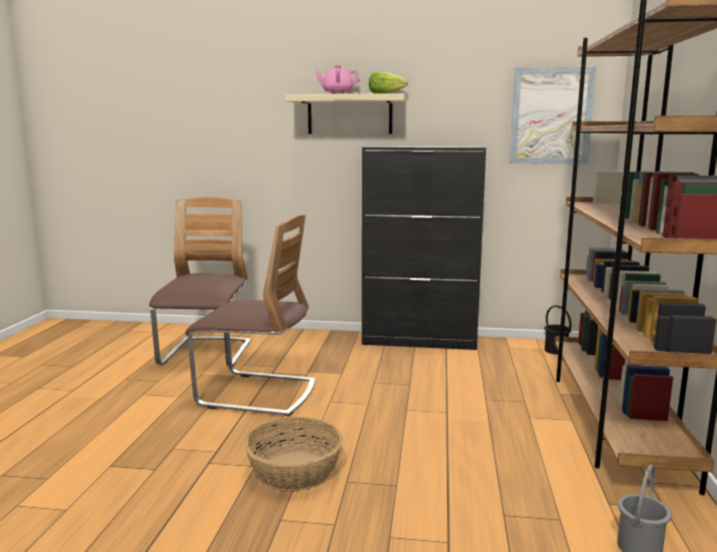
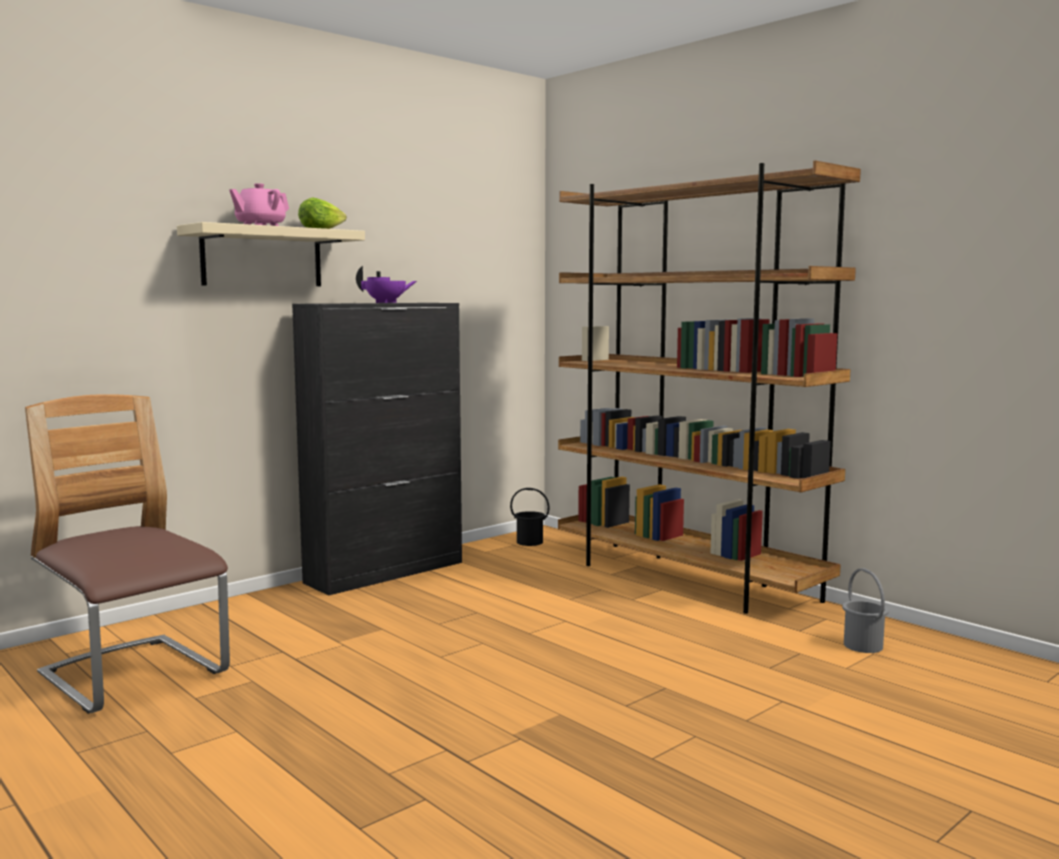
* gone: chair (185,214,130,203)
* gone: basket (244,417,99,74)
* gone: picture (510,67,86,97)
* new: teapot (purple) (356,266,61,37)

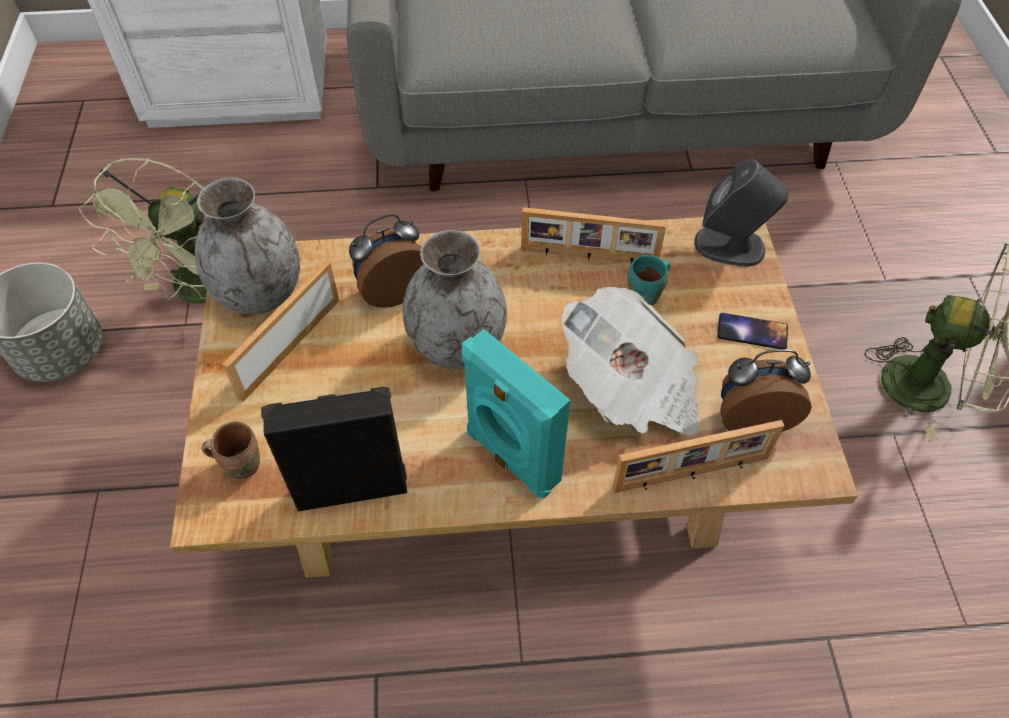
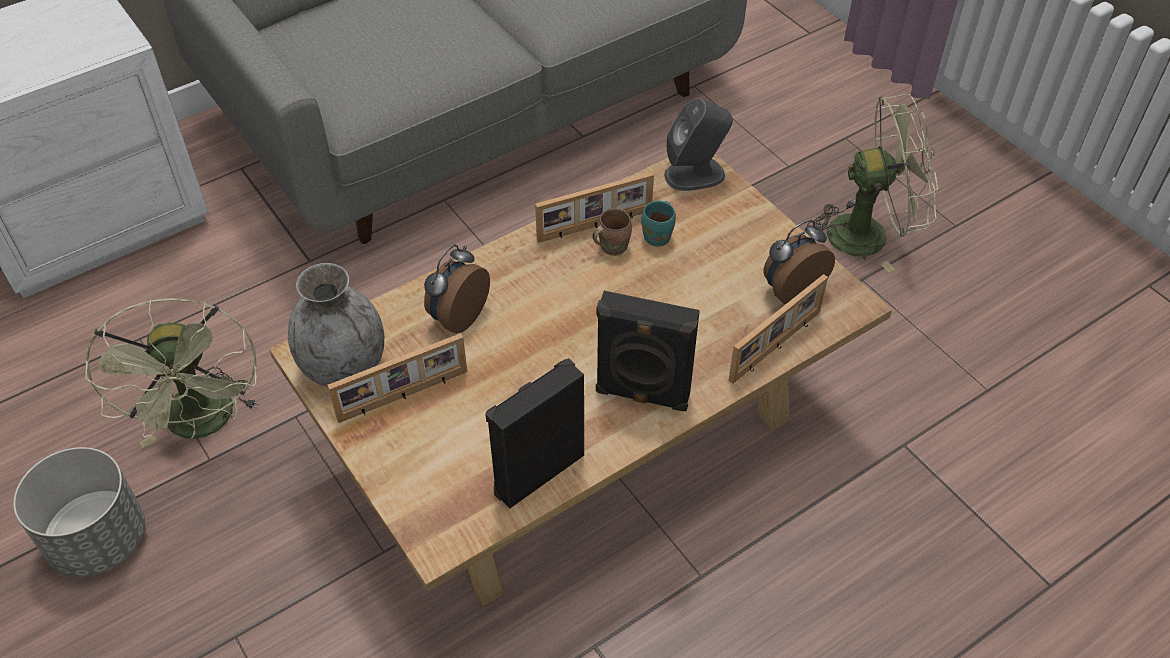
* gone: vase (grey) (402,230,105,139)
* gone: newspaper (561,287,138,149)
* gone: phone (717,313,71,36)
* shifted: mug (brown) (202,422,58,58) to (593,208,39,48)
* repainted: speaker (turquoise) (462,329,108,170) to speaker (black) (596,291,104,120)
* rotated: picture frame (222,260,118,142) = (327,333,140,90) 120 degrees counterclockwise

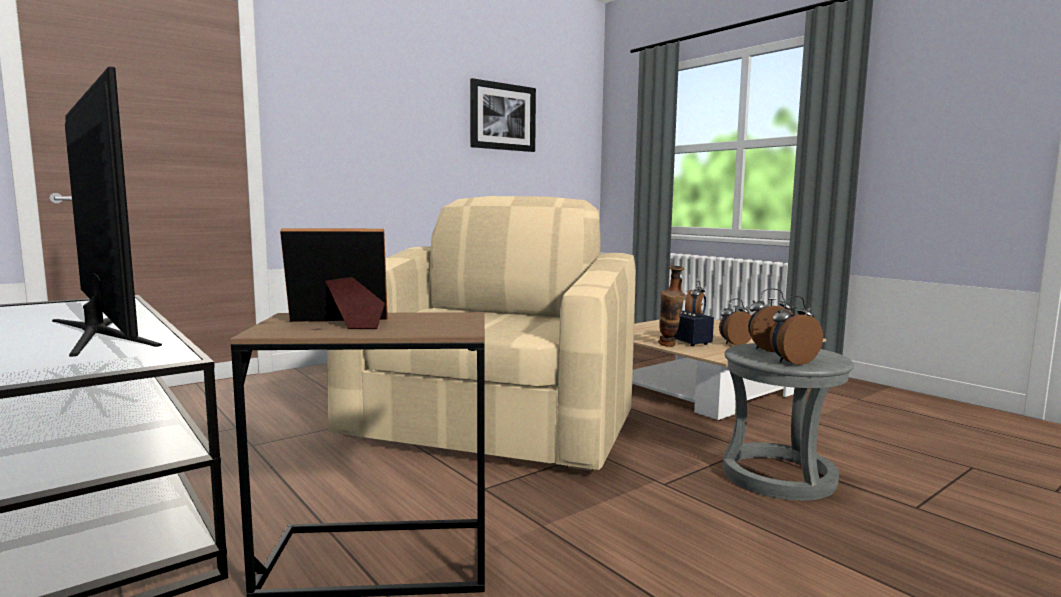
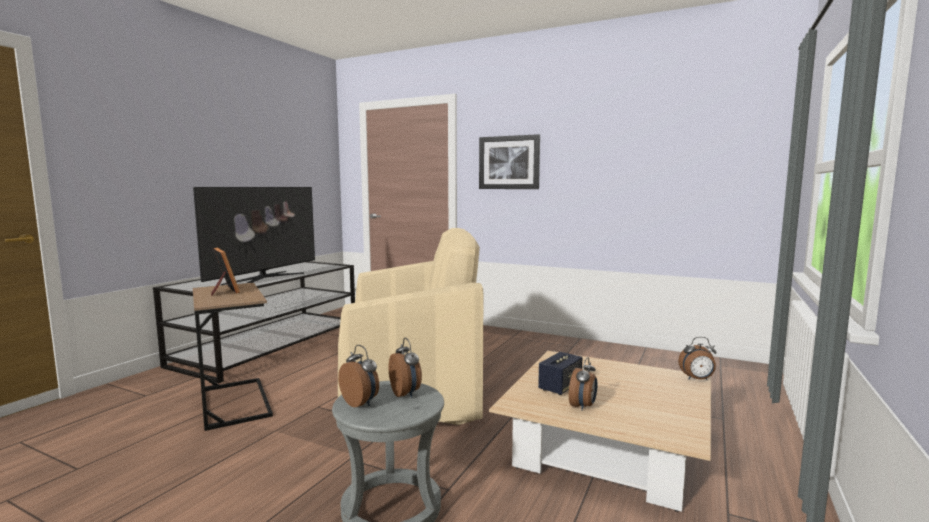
* gone: vase (658,266,27,81)
* shifted: picture (470,78,66,74) to (479,134,61,55)
* rotated: alarm clock (719,298,32,47) = (569,357,28,54) 75 degrees clockwise

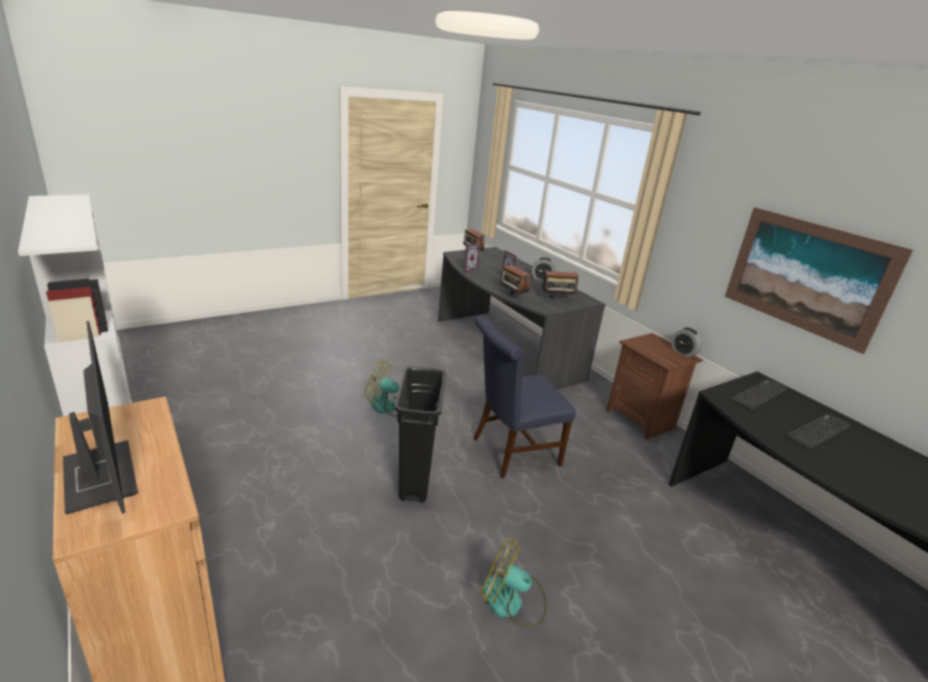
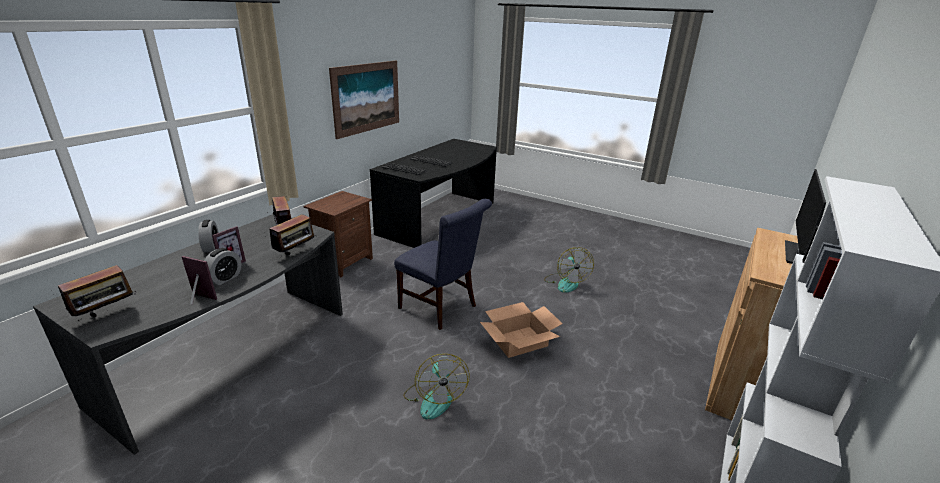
* shifted: alarm clock (671,327,32,30) to (204,248,37,37)
* swapped: trash can (black) (395,366,51,137) to cardboard box (480,302,82,56)

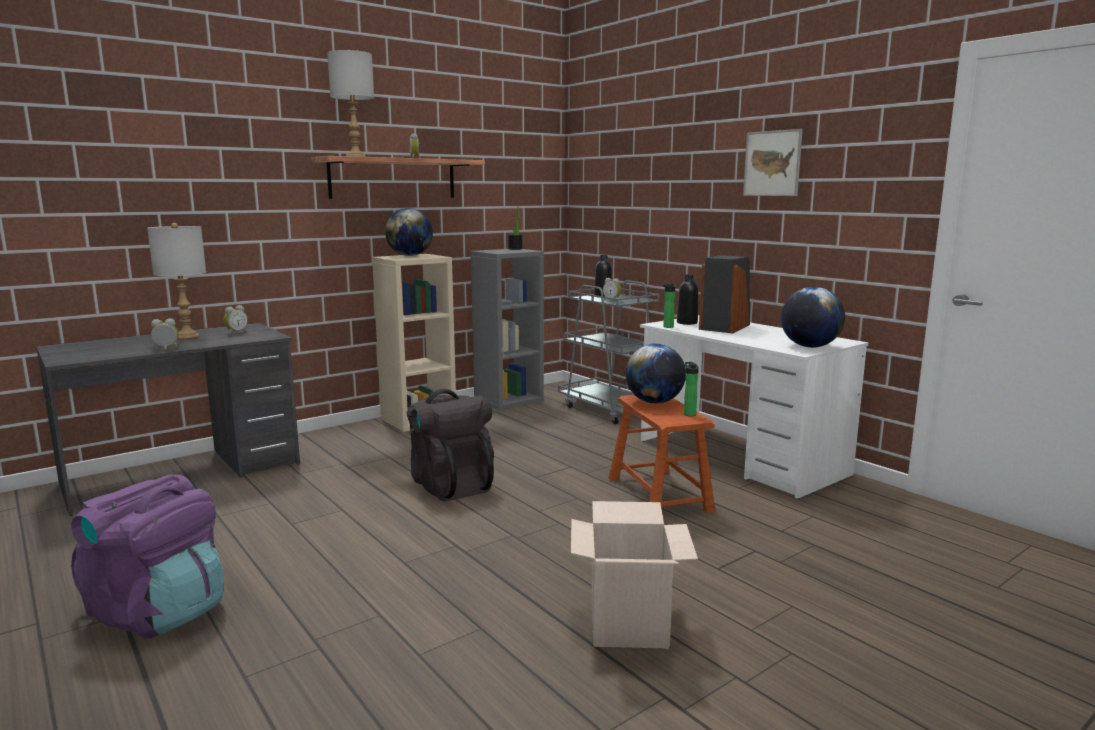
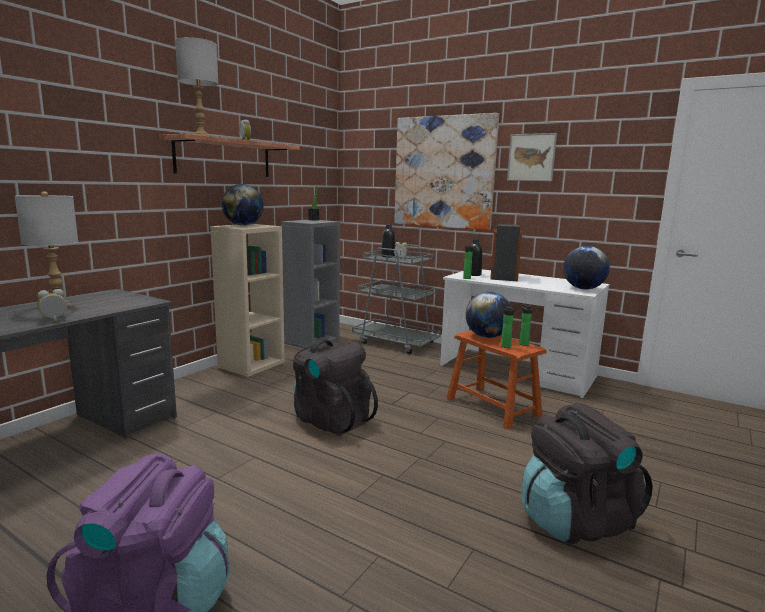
* gone: alarm clock (224,305,24,30)
* new: picture (394,113,105,118)
* new: bottle (501,306,15,42)
* swapped: cardboard box (571,501,127,148) to backpack (black) (521,403,132,141)

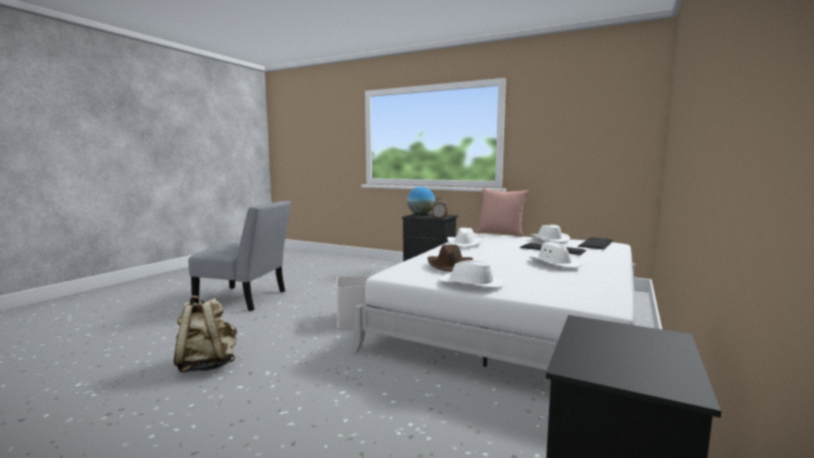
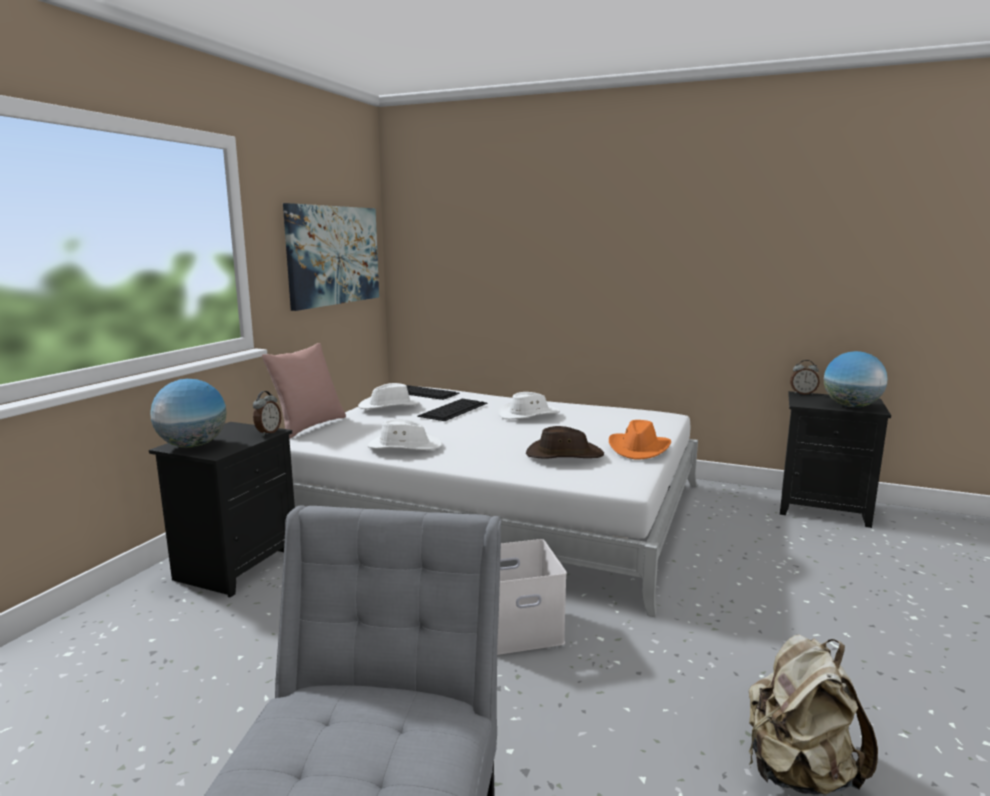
* new: picture (283,203,96,108)
* new: alarm clock (790,360,30,35)
* new: globe (824,351,64,57)
* repainted: hat (white) (439,260,64,28) to hat (orange) (609,420,62,39)

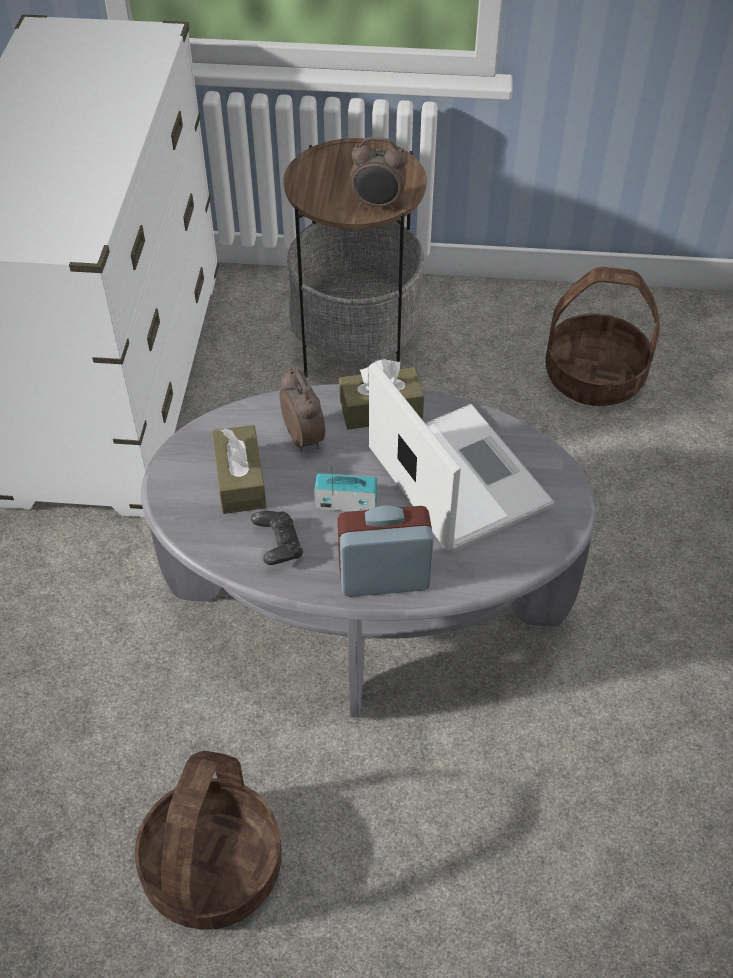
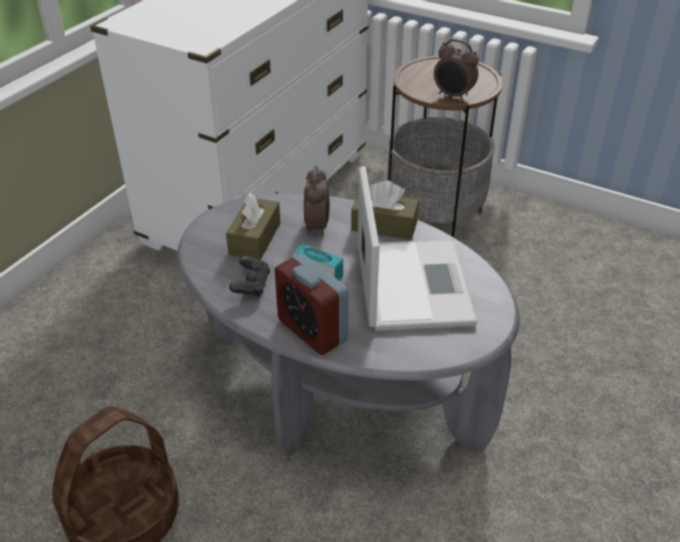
* gone: basket (545,267,115,139)
* rotated: alarm clock (338,505,96,92) = (275,254,73,101) 150 degrees counterclockwise

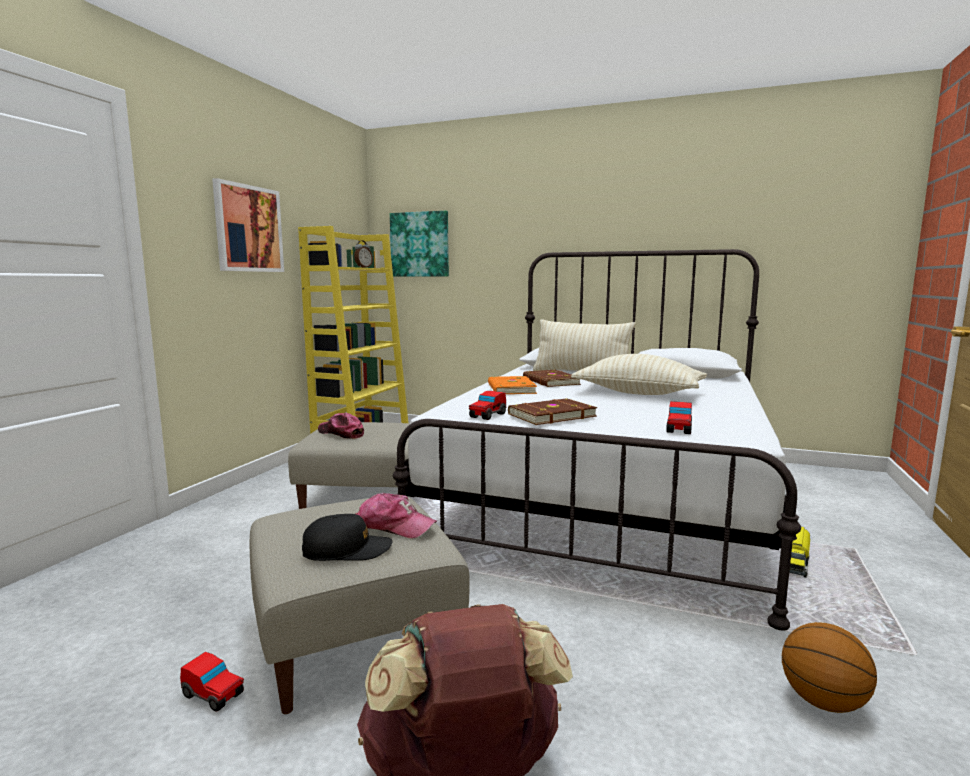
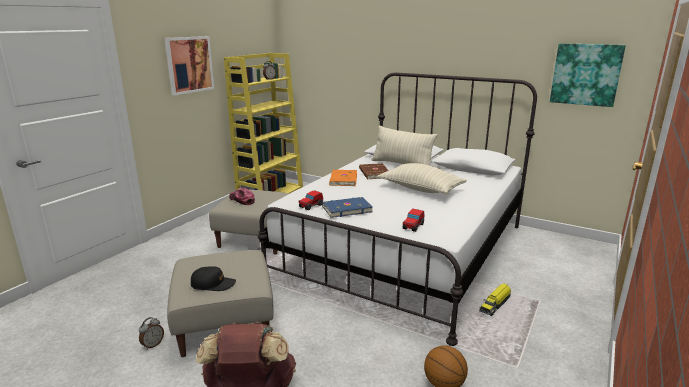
* gone: cap (356,493,81,45)
* shifted: picture (390,211,59,66) to (550,43,76,64)
* swapped: toy car (180,652,64,60) to alarm clock (139,317,25,33)
* repainted: book (brown) (508,398,89,27) to book (blue) (322,197,51,21)

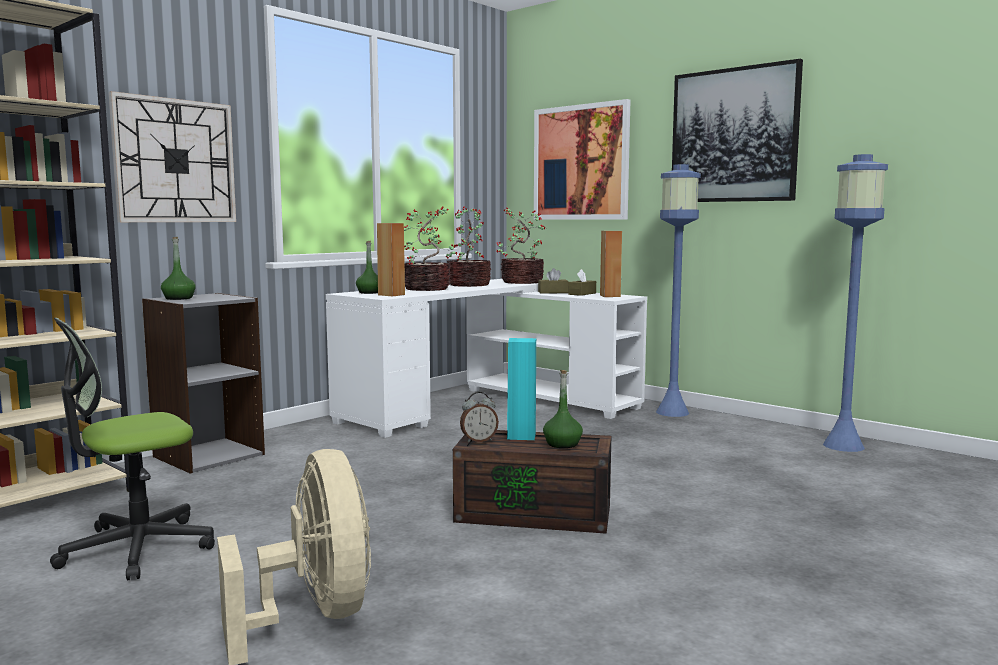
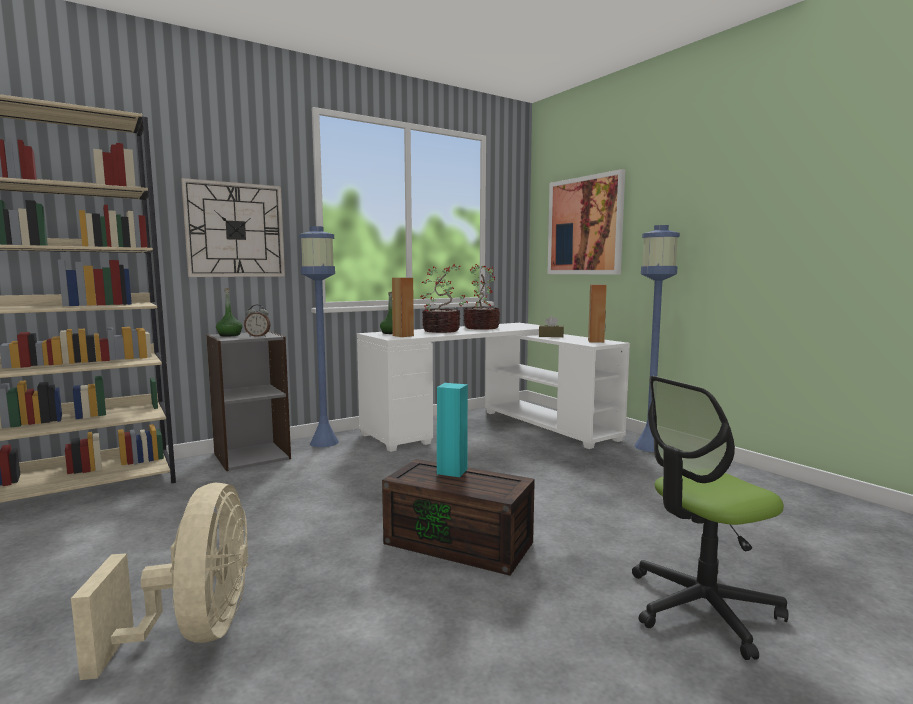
* gone: potted plant (496,208,50,76)
* gone: bottle (green) (543,370,40,78)
* gone: tissue box (brown) (568,269,28,27)
* gone: picture (672,59,131,143)
* shifted: office chair (50,318,165,262) to (632,376,156,284)
* shifted: alarm clock (460,392,39,51) to (244,305,27,32)
* shifted: floor lamp (blue) (823,154,65,298) to (299,226,40,221)

